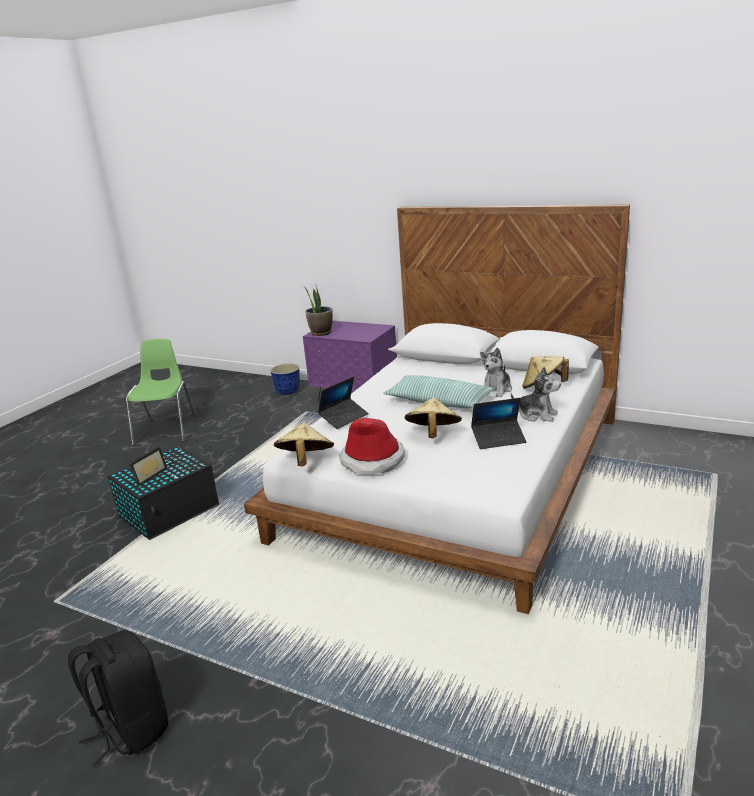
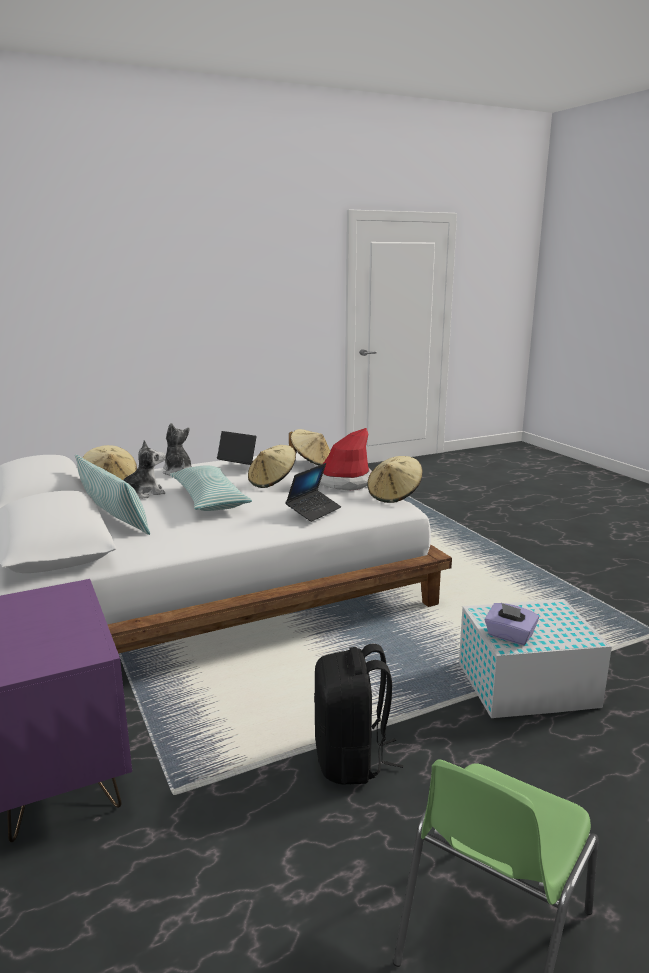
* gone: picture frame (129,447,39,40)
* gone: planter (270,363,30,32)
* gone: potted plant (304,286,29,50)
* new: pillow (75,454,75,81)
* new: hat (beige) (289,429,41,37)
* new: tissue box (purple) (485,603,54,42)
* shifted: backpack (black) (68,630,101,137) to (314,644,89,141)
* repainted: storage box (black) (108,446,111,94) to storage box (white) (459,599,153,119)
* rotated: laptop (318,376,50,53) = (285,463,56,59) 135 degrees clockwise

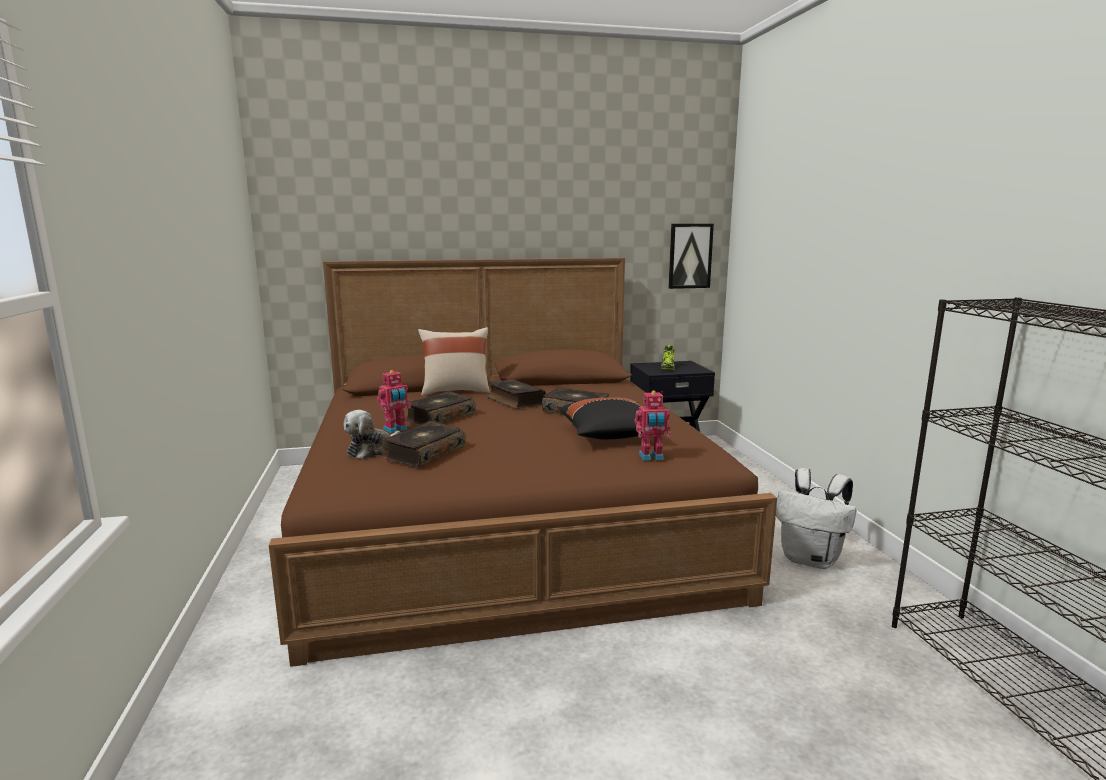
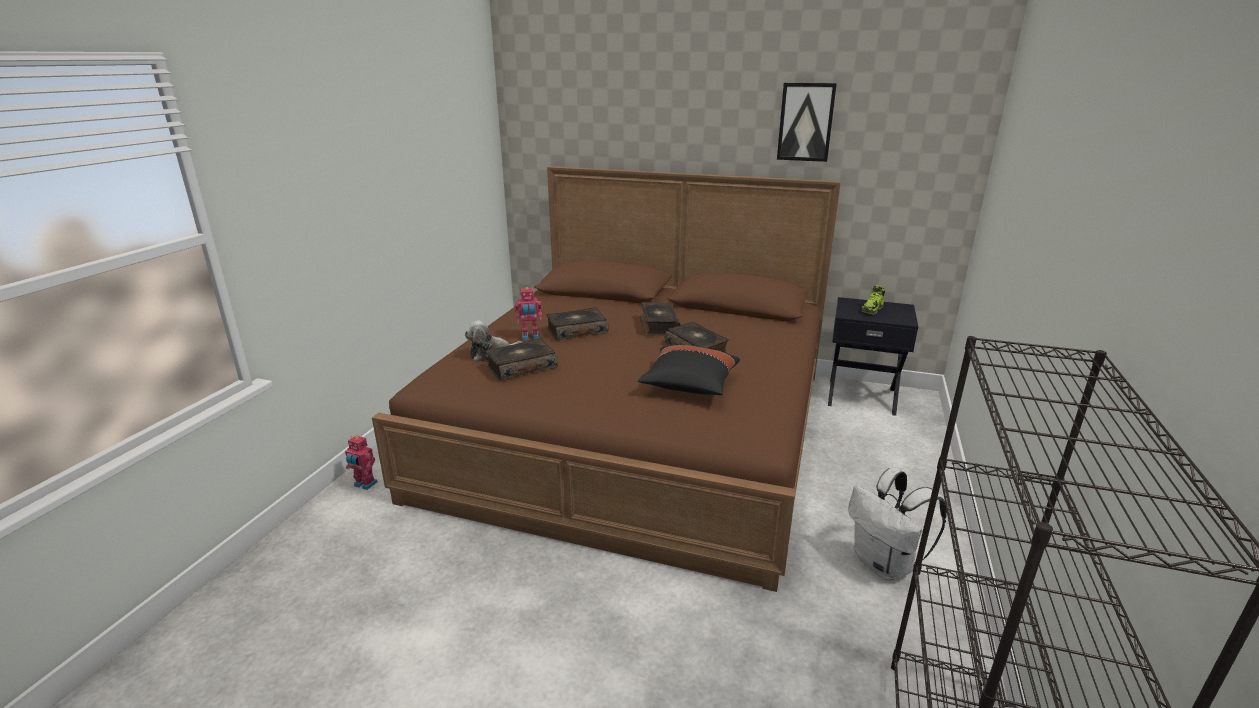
* gone: pillow (beige) (418,327,72,69)
* shifted: toy robot (635,391,35,69) to (345,435,33,55)
* shifted: picture (668,224,46,65) to (777,83,60,79)

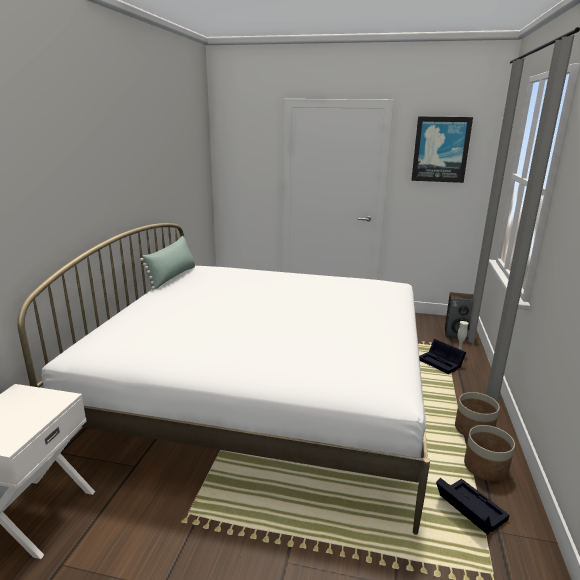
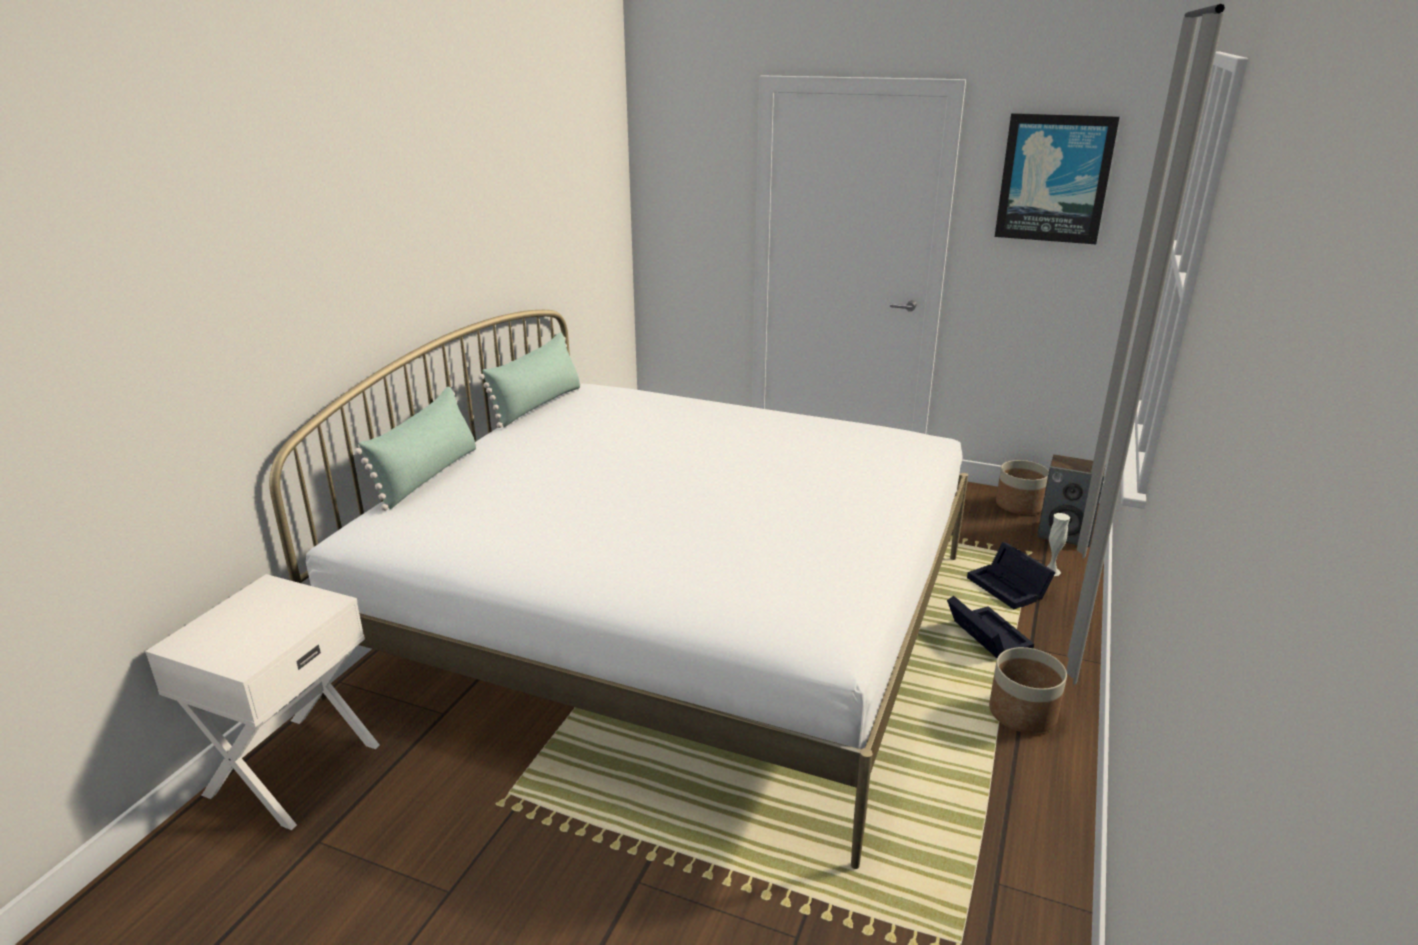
* new: pillow (green) (354,387,123,124)
* shifted: storage box (black) (436,478,73,57) to (947,596,87,62)
* shifted: planter (464,425,51,56) to (996,460,53,55)

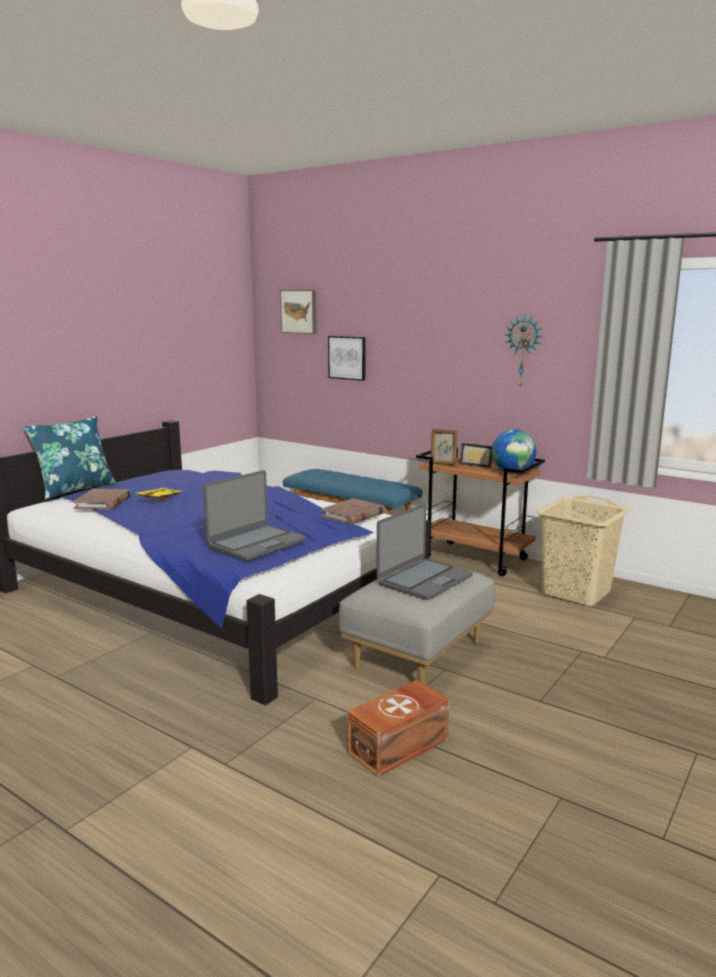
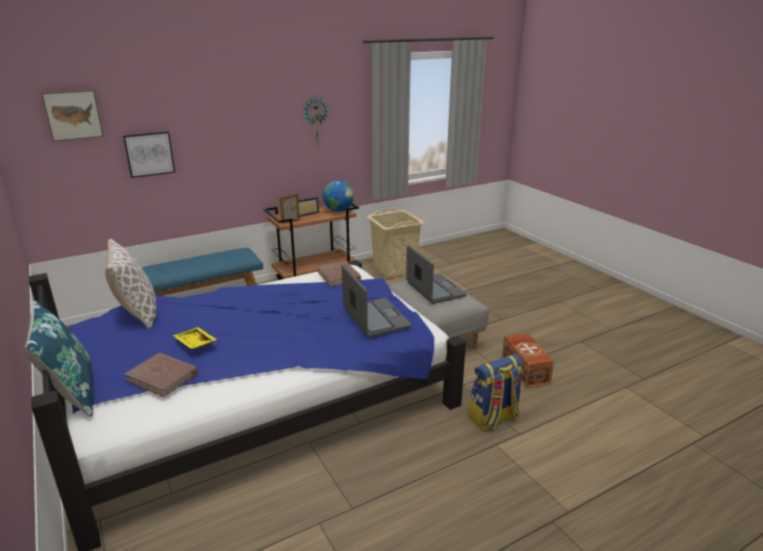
* new: pillow (105,239,52,90)
* new: backpack (468,354,55,77)

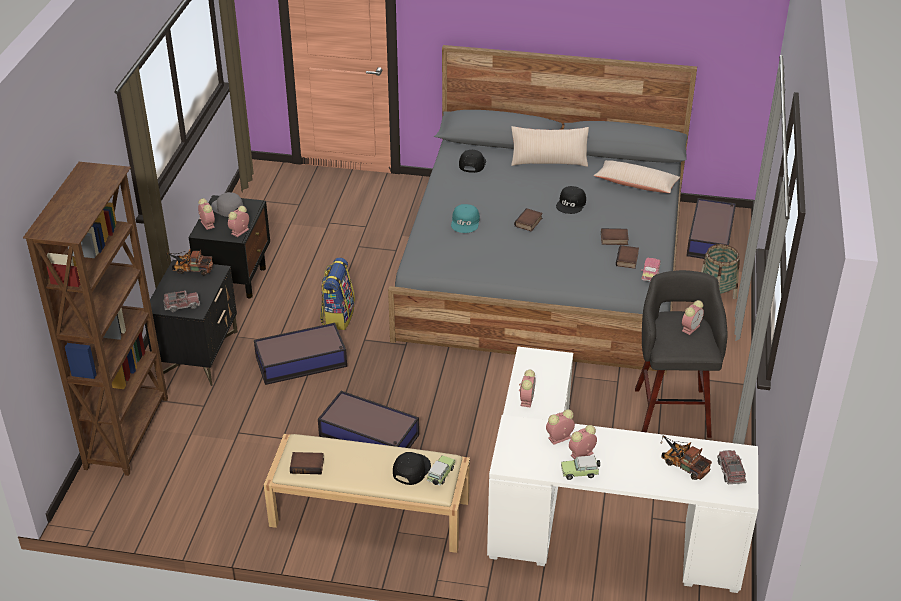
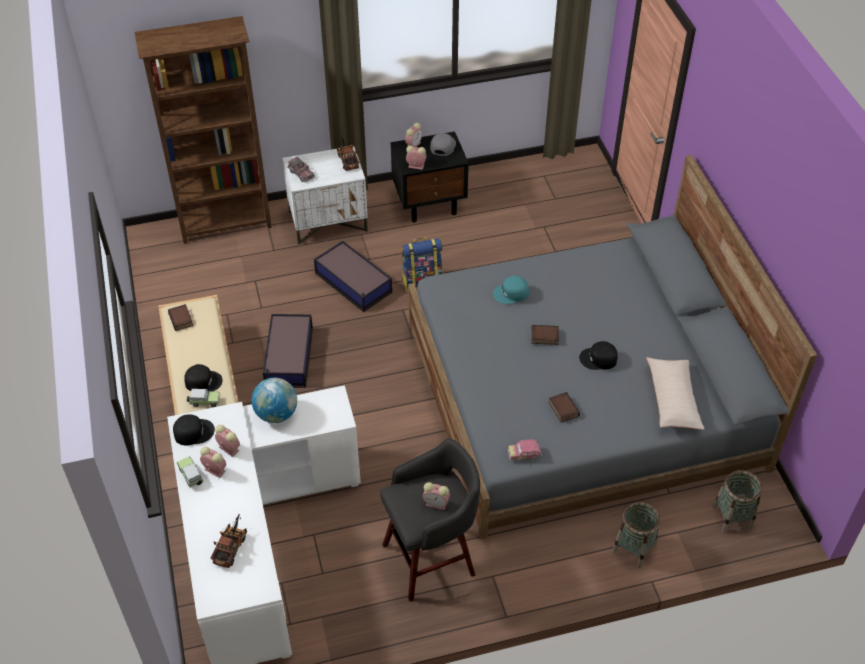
* gone: pillow (beige) (511,126,78,41)
* gone: book (616,245,23,24)
* gone: toy truck (717,450,30,34)
* shifted: cap (black) (459,150,27,23) to (173,414,42,32)
* swapped: alarm clock (519,370,17,38) to globe (252,378,45,45)
* swapped: storage box (686,198,50,61) to basket (713,470,49,63)
* repainted: nightstand (black) (145,260,93,126) to nightstand (white) (282,147,86,98)

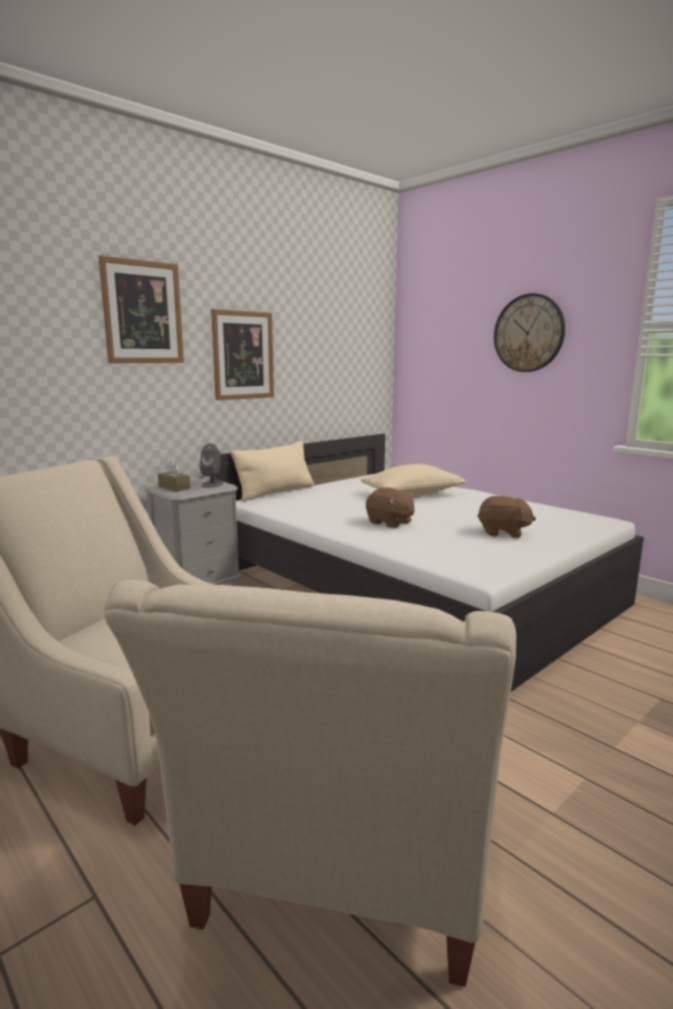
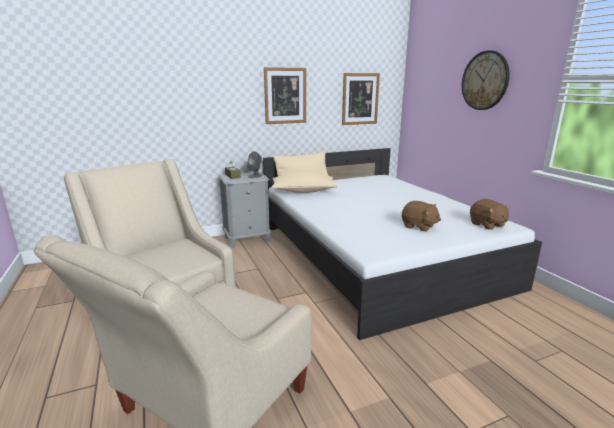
* shifted: picture (98,255,86,108) to (342,73,38,52)
* shifted: pillow (beige) (360,464,106,32) to (272,171,66,22)
* shifted: plush toy (brown) (366,487,48,41) to (470,199,39,31)

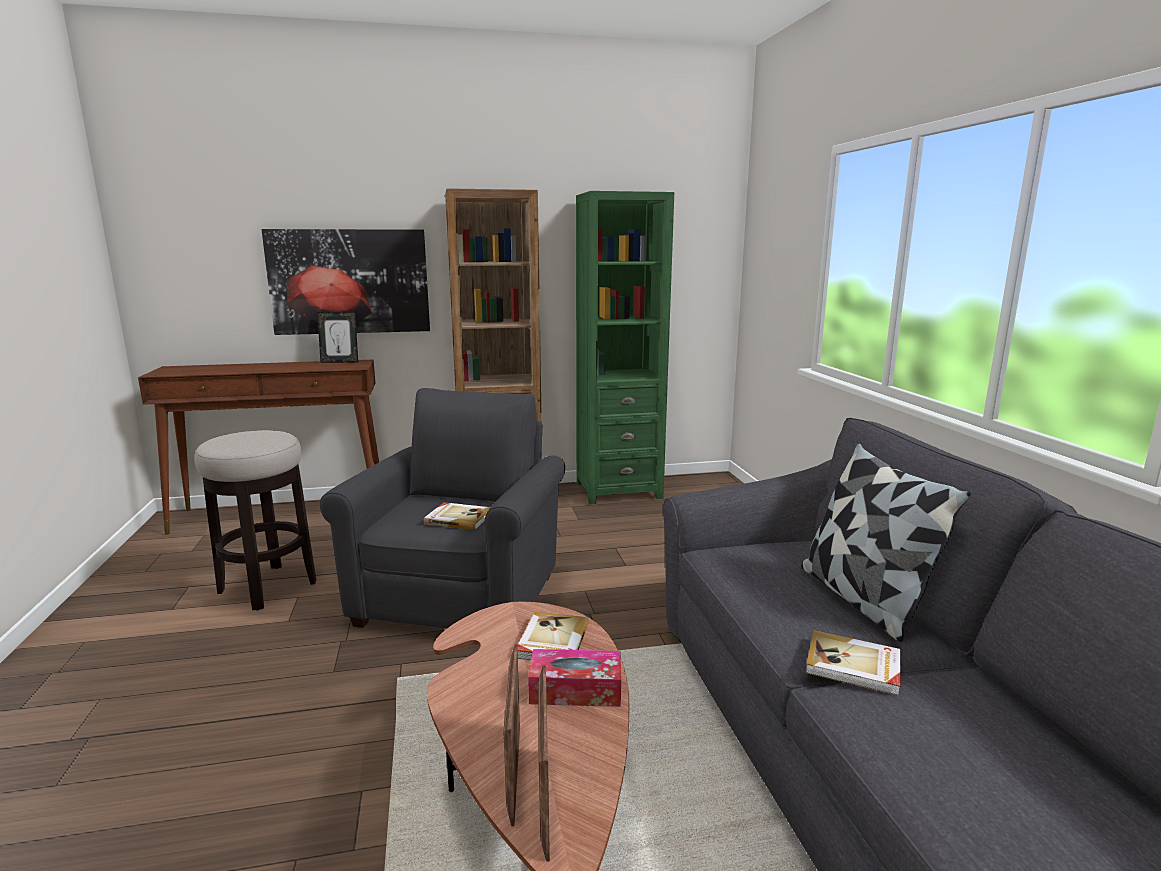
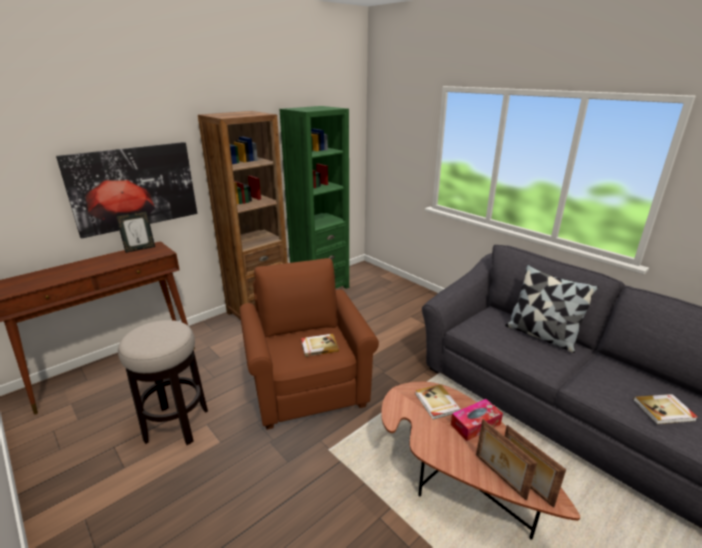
* shifted: book (806,630,94,66) to (633,394,65,30)
* repainted: armchair (grey) (320,388,245,240) to armchair (brown) (240,258,139,172)

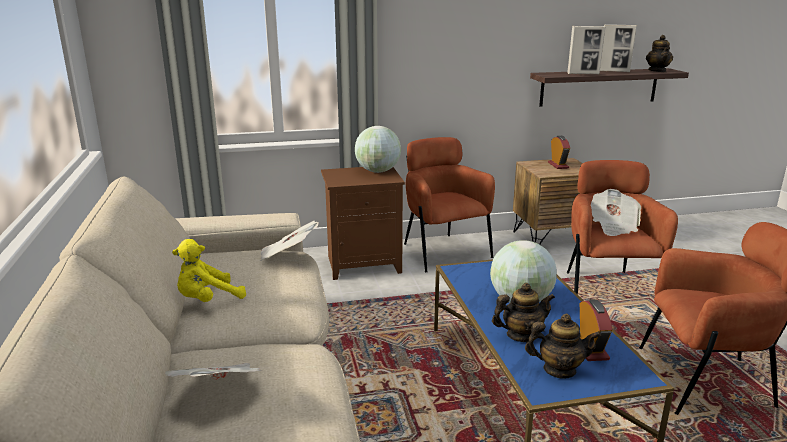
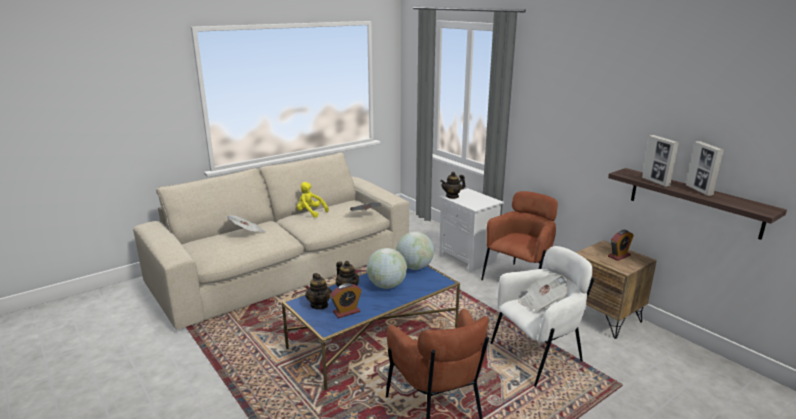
* shifted: globe (355,126,46,47) to (396,232,38,38)
* shifted: teapot (646,35,27,37) to (440,172,26,27)
* repainted: nightstand (brown) (321,167,84,113) to nightstand (white) (439,188,65,85)
* repainted: armchair (brown) (567,160,111,134) to armchair (white) (491,246,103,141)

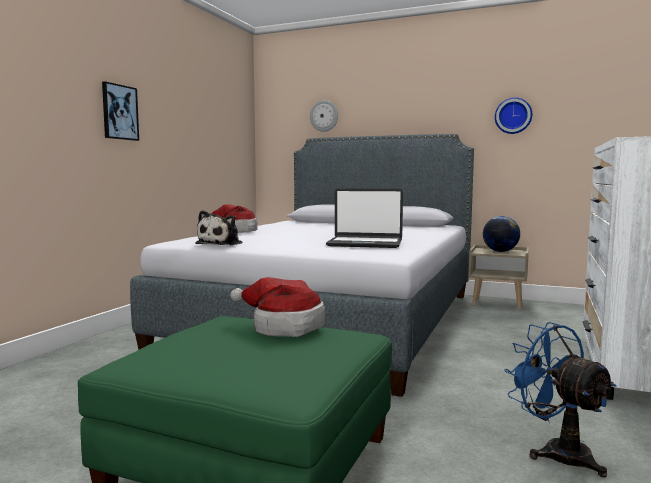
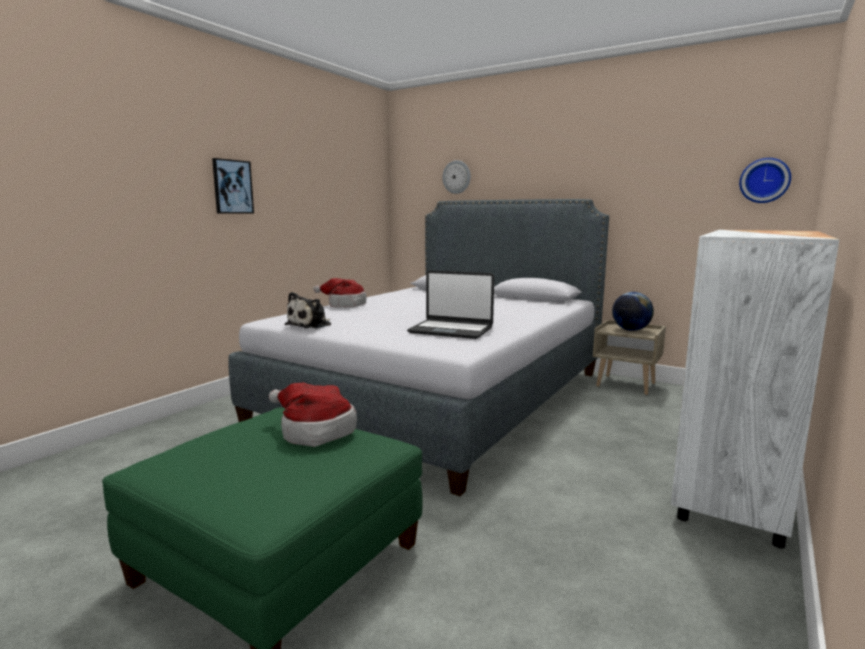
* gone: fan (blue) (504,322,112,155)
* shifted: wall clock (495,97,37,37) to (739,158,52,45)

